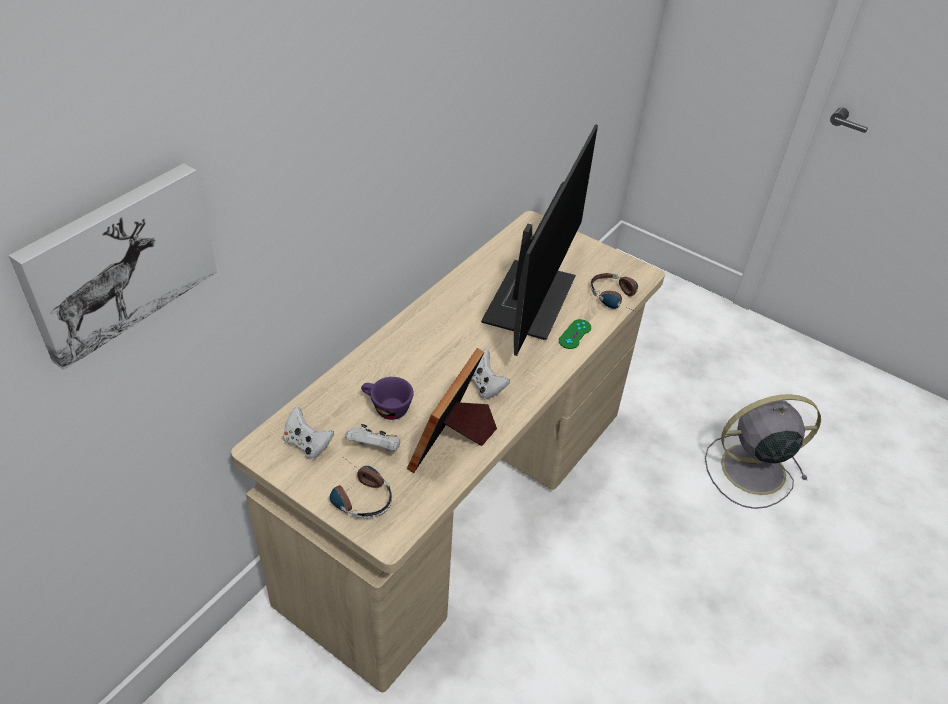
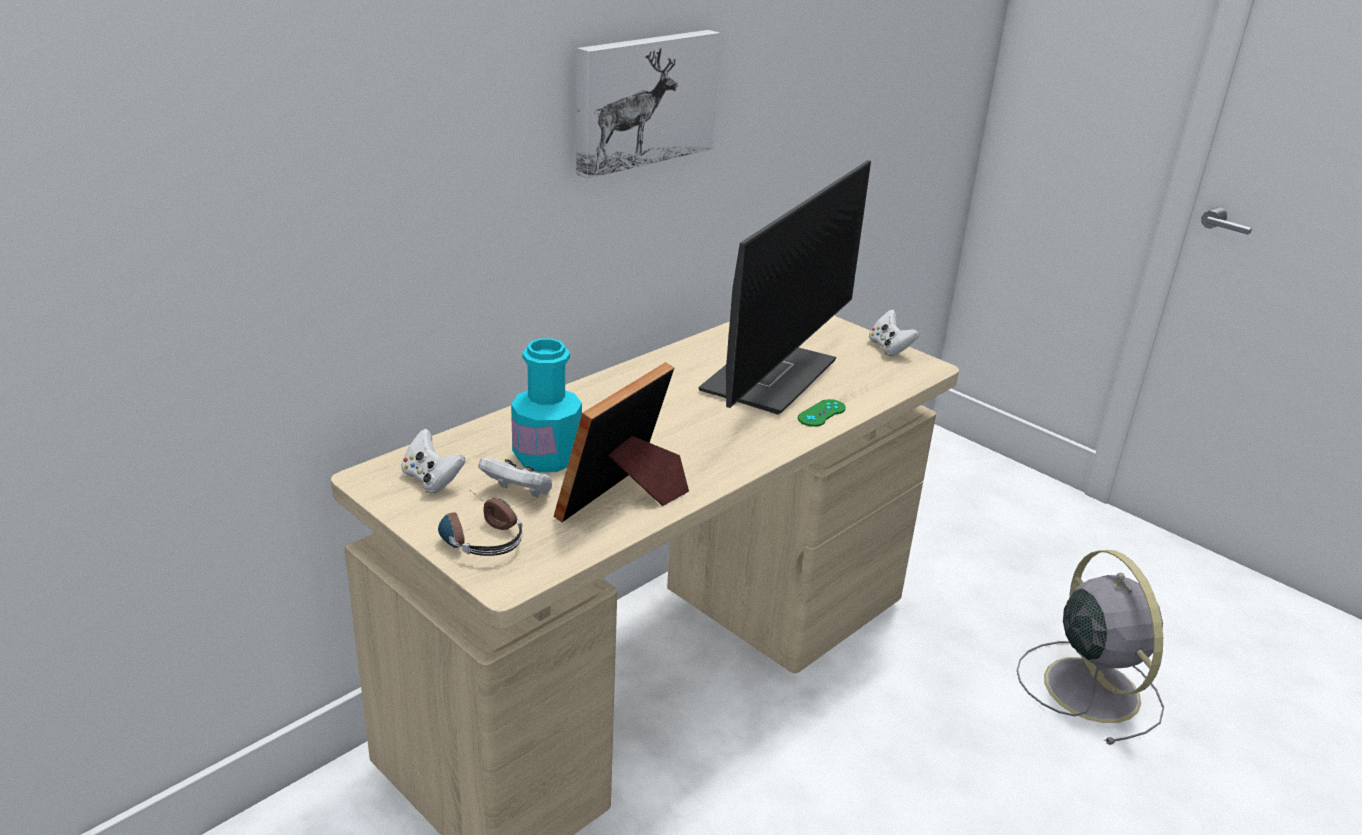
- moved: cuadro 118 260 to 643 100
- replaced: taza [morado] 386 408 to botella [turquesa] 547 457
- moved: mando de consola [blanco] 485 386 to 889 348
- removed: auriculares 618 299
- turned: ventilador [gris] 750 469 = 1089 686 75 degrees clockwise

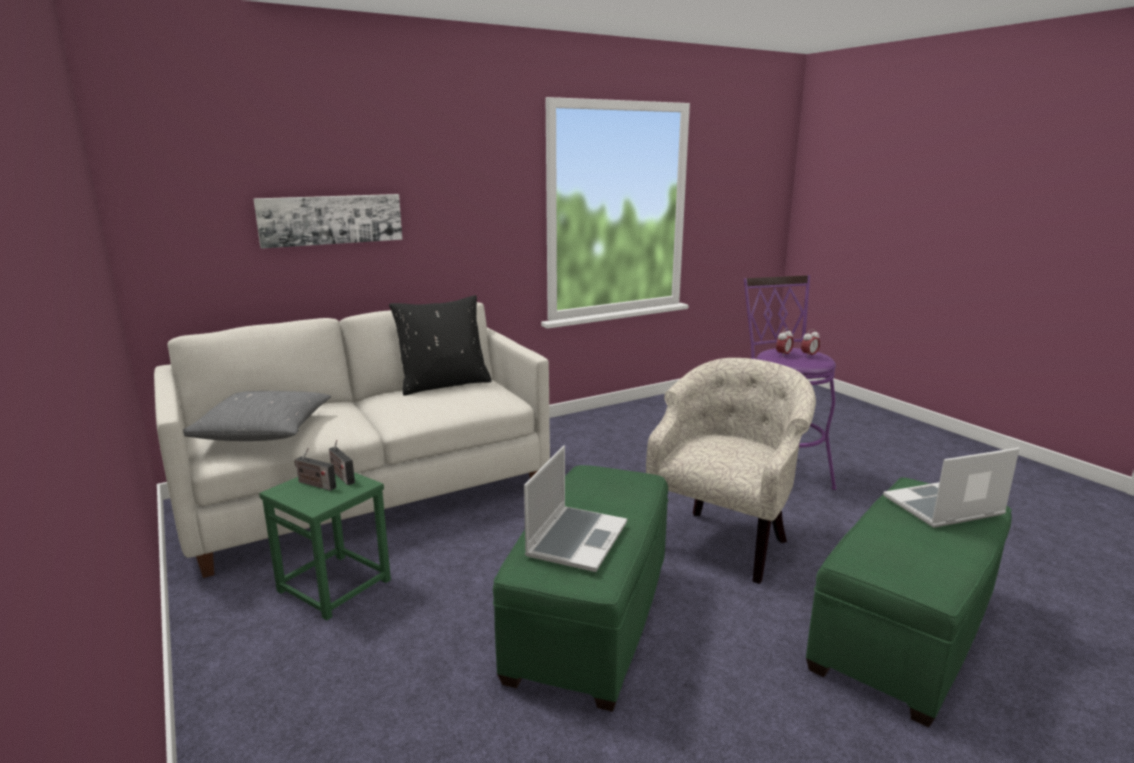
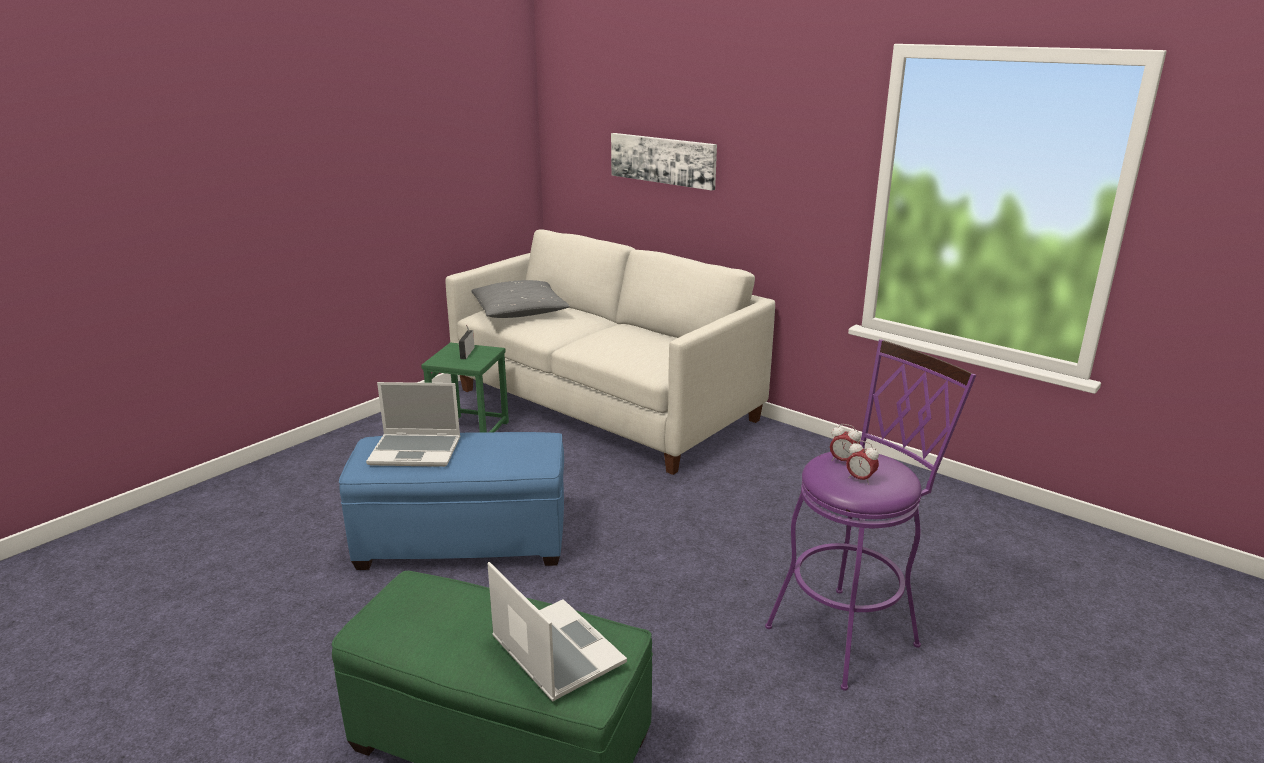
- removed: radio 341 476
- removed: cojín [negro] 443 384
- recoloured: puf [verde] 590 619 to puf [azul] 464 541
- removed: sillón [beis] 725 541

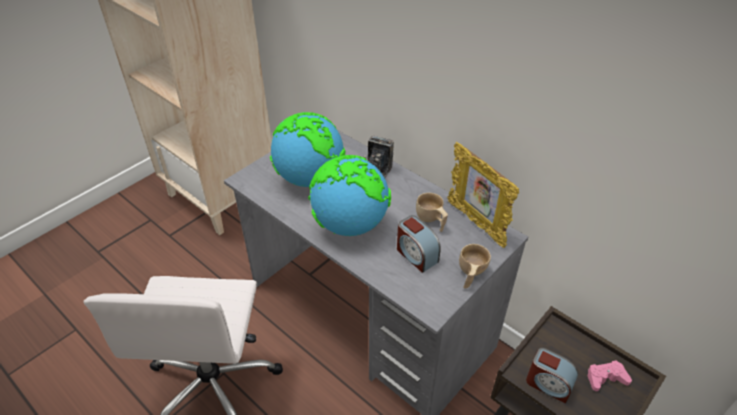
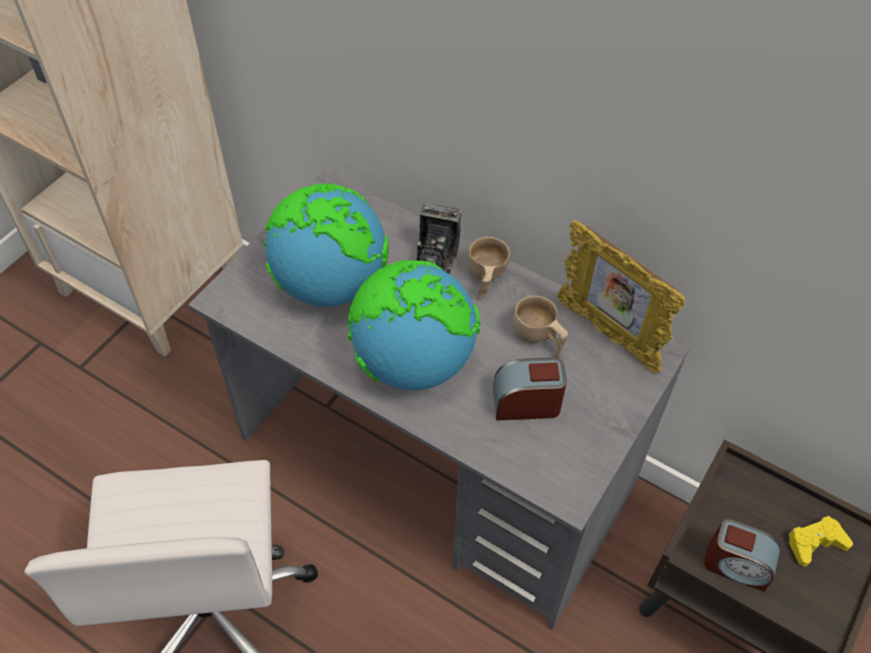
- turned: despertador 416 255 = 526 403 135 degrees clockwise
- moved: taza [beis] 470 274 to 485 279
- recoloured: mando de consola [rosa] 605 378 to mando de consola [amarillo] 815 543

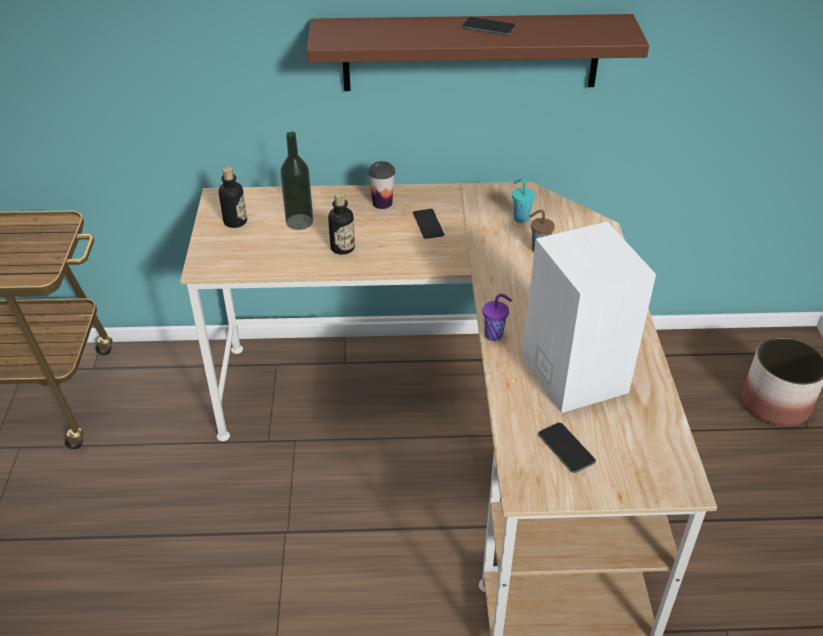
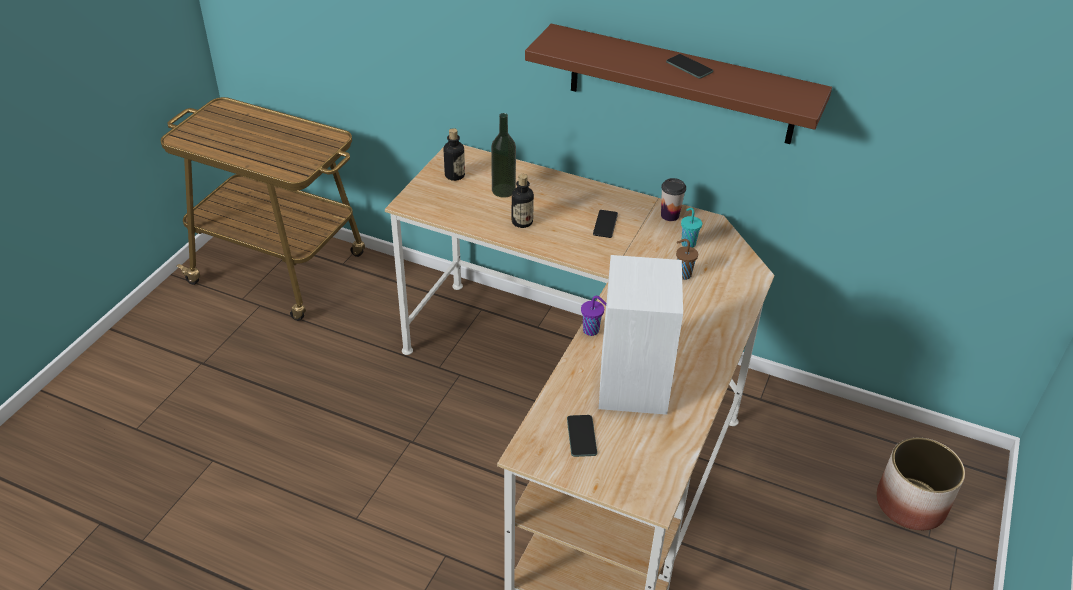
- moved: taza 382 203 to 670 215

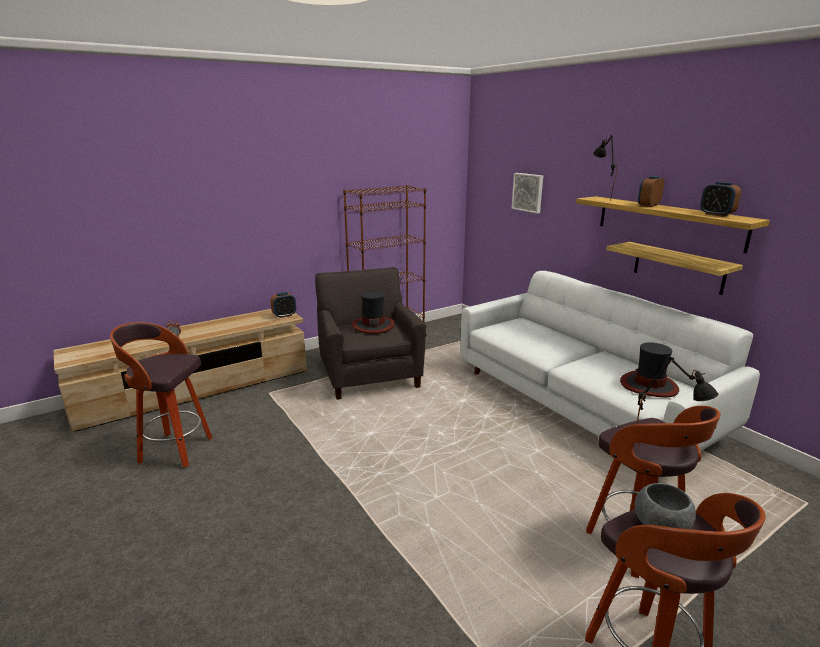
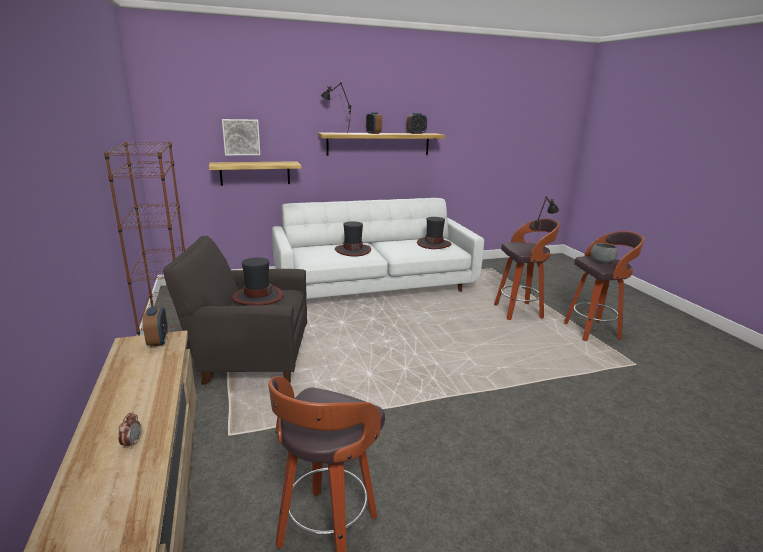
- moved: estante 678 267 to 255 173
- added: sombrero 352 250

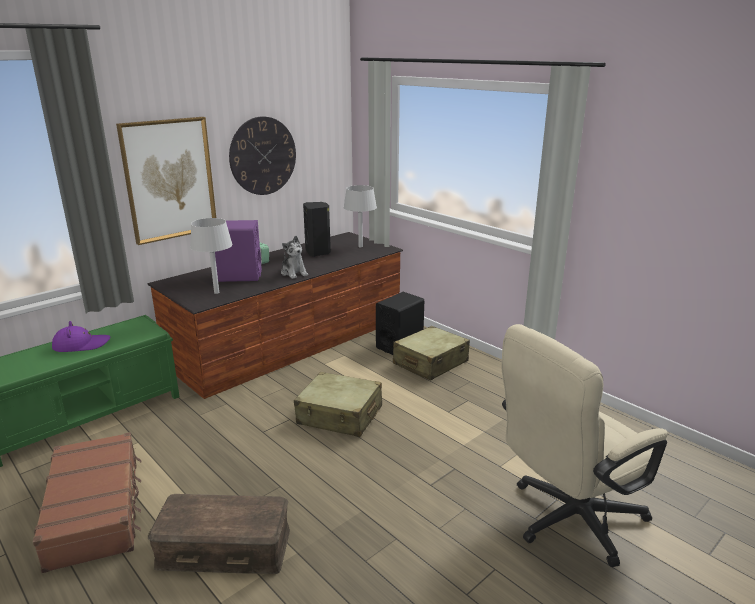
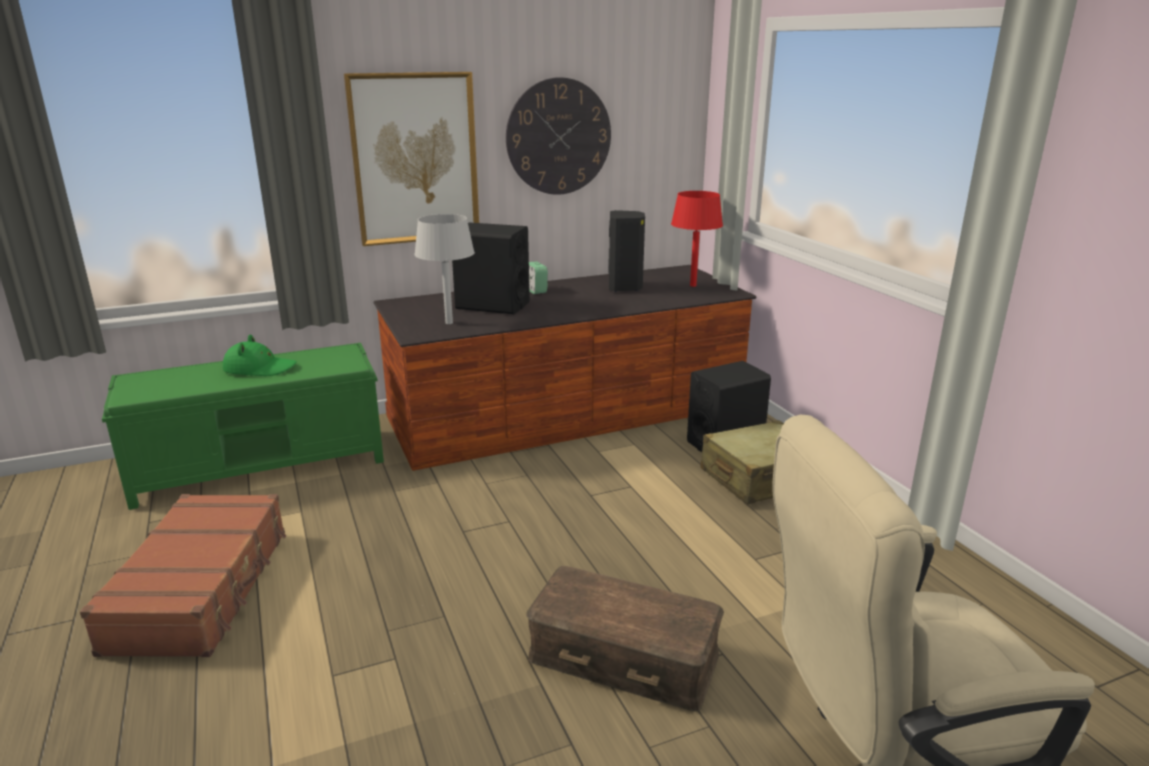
- recoloured: sombrero [morado] 81 344 to sombrero [verde] 259 368
- moved: caja de almacenaje [marrón] 225 547 to 624 655
- recoloured: altavoz [morado] 237 276 to altavoz [negro] 492 305
- removed: peluche 294 273
- removed: maleta [beis] 340 415
- recoloured: lámpara de mesa [gris] 360 246 to lámpara de mesa [rojo] 693 285

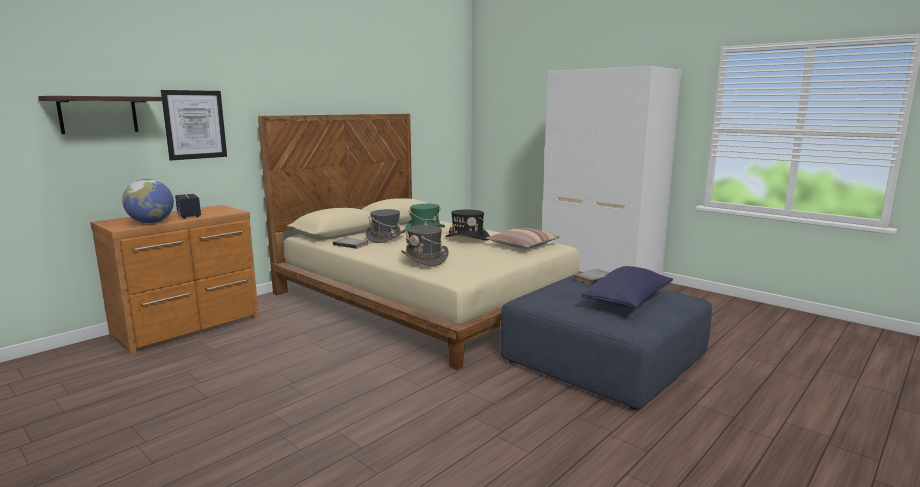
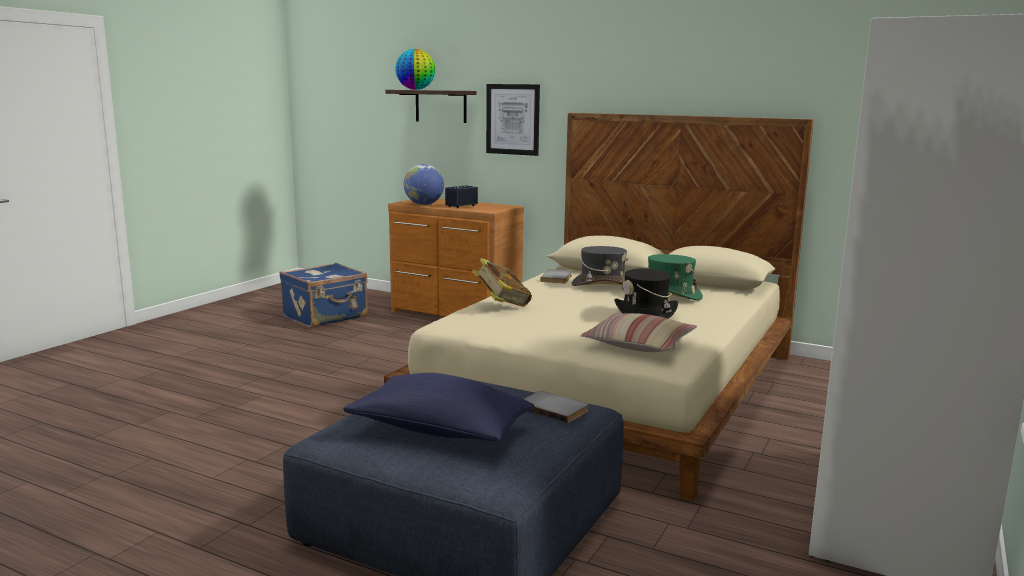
- replaced: sombrero [gris] 425 259 to libro 501 304
- added: maleta [azul] 326 317
- added: globo terráqueo 415 89

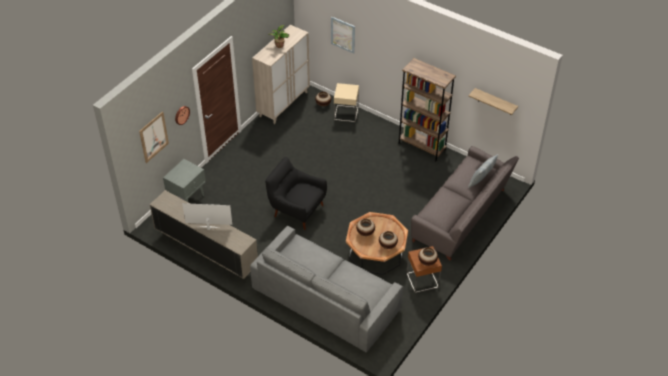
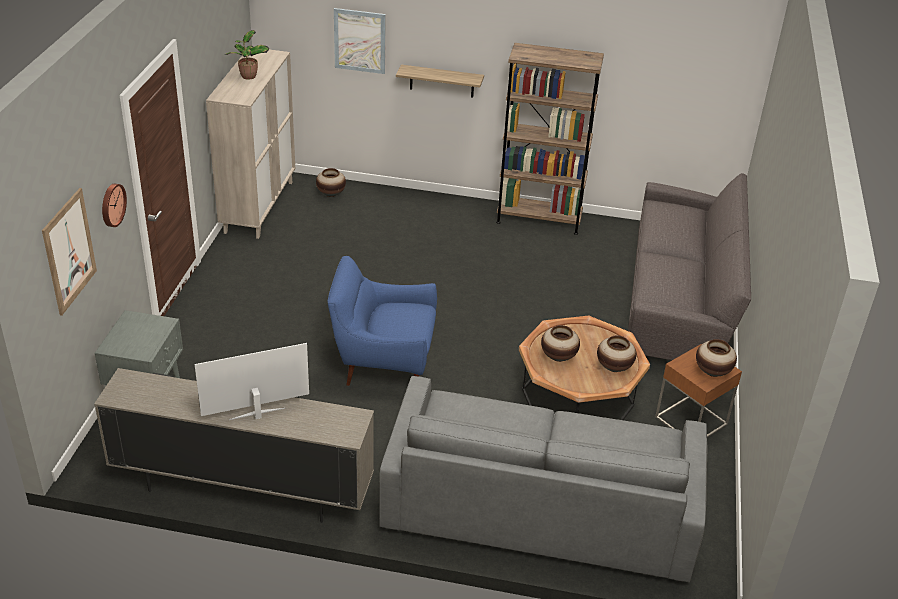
- recoloured: sillón [negro] 296 210 to sillón [azul] 383 364
- removed: mesa auxiliar [beis] 346 113
- moved: estante 495 102 to 442 81
- removed: cojín 481 181

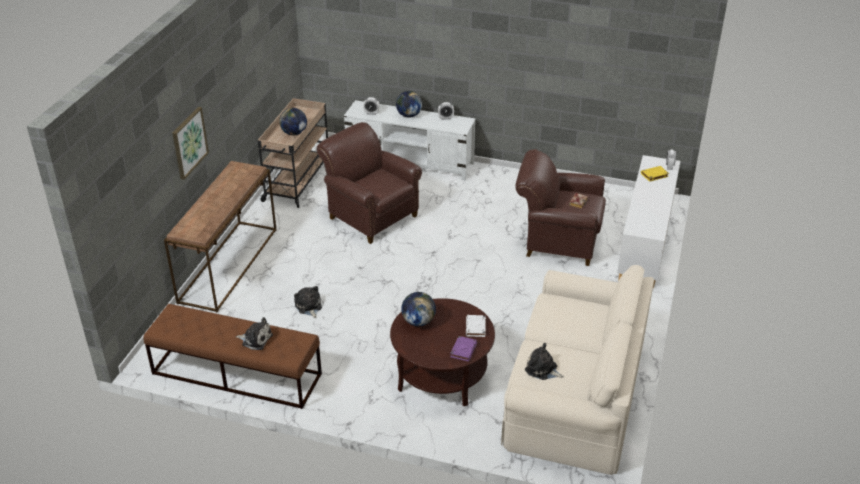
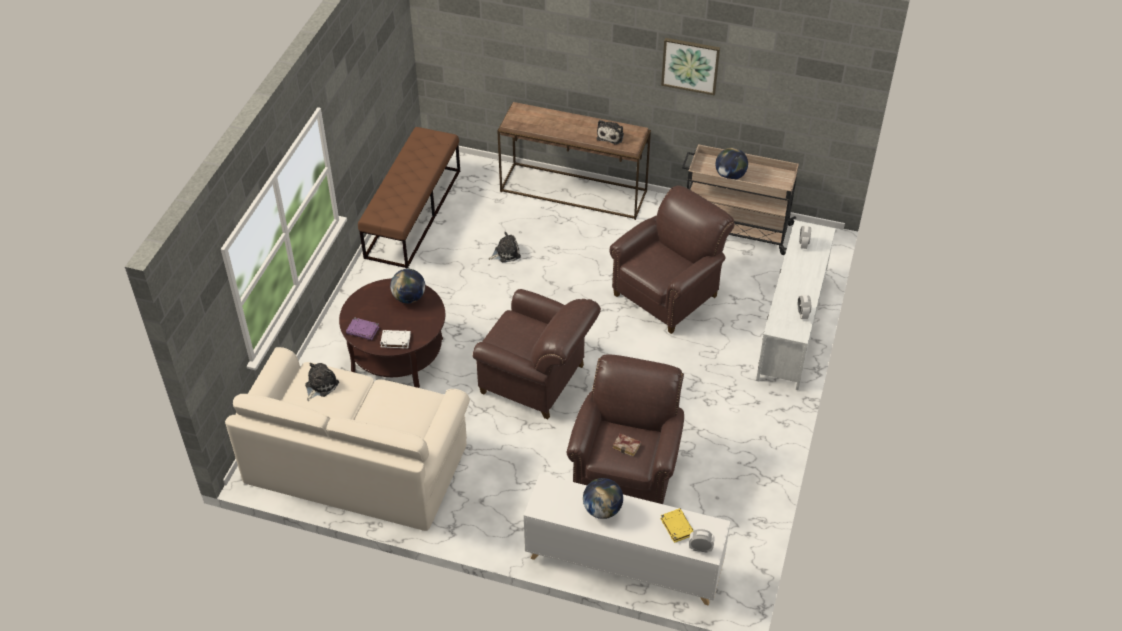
- moved: cuadro 189 142 to 690 65
- moved: peluche 255 339 to 611 136
- moved: globo terráqueo 409 115 to 602 509
- added: sillón [marrón] 537 380

